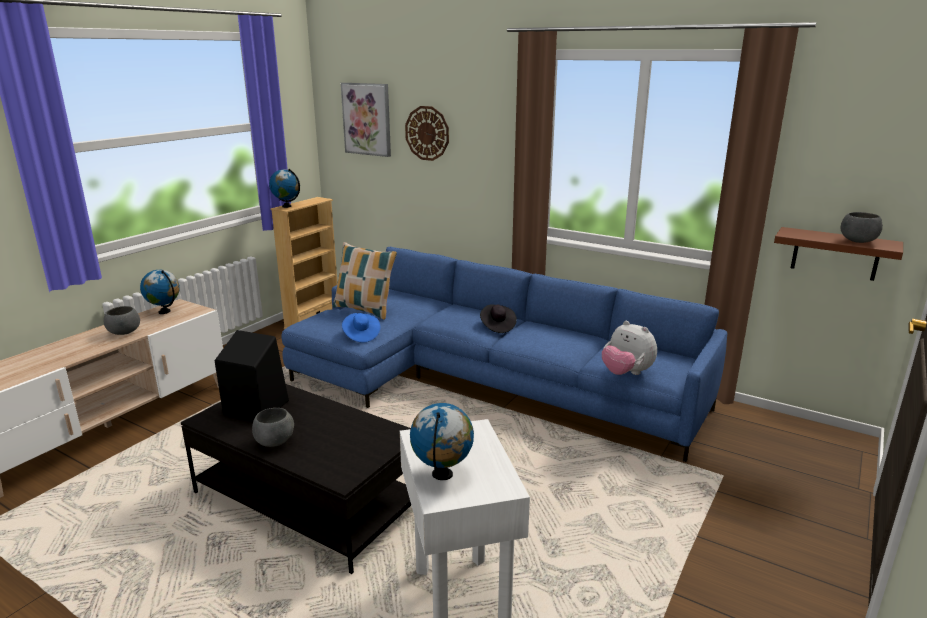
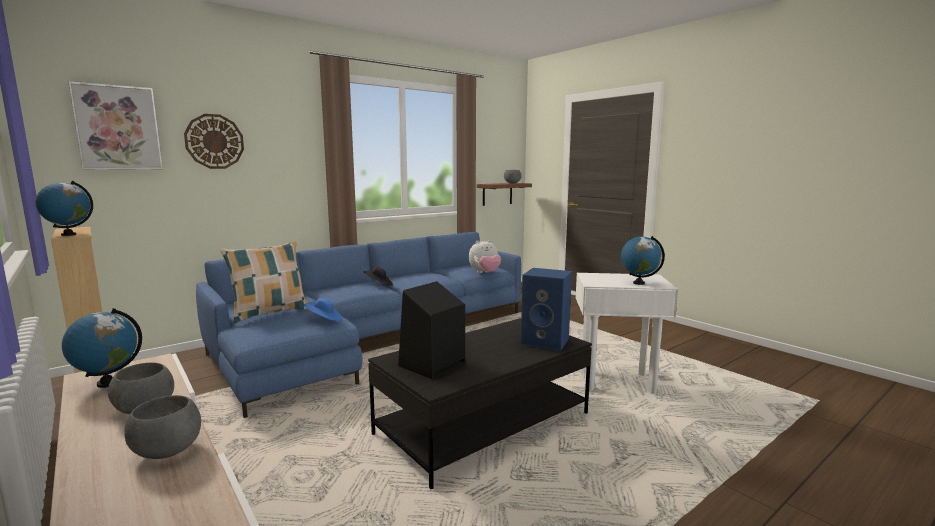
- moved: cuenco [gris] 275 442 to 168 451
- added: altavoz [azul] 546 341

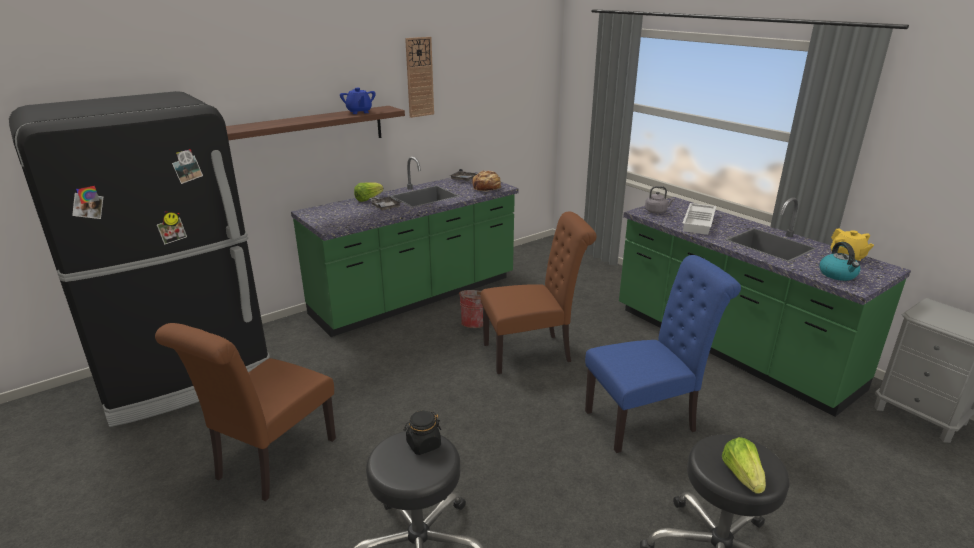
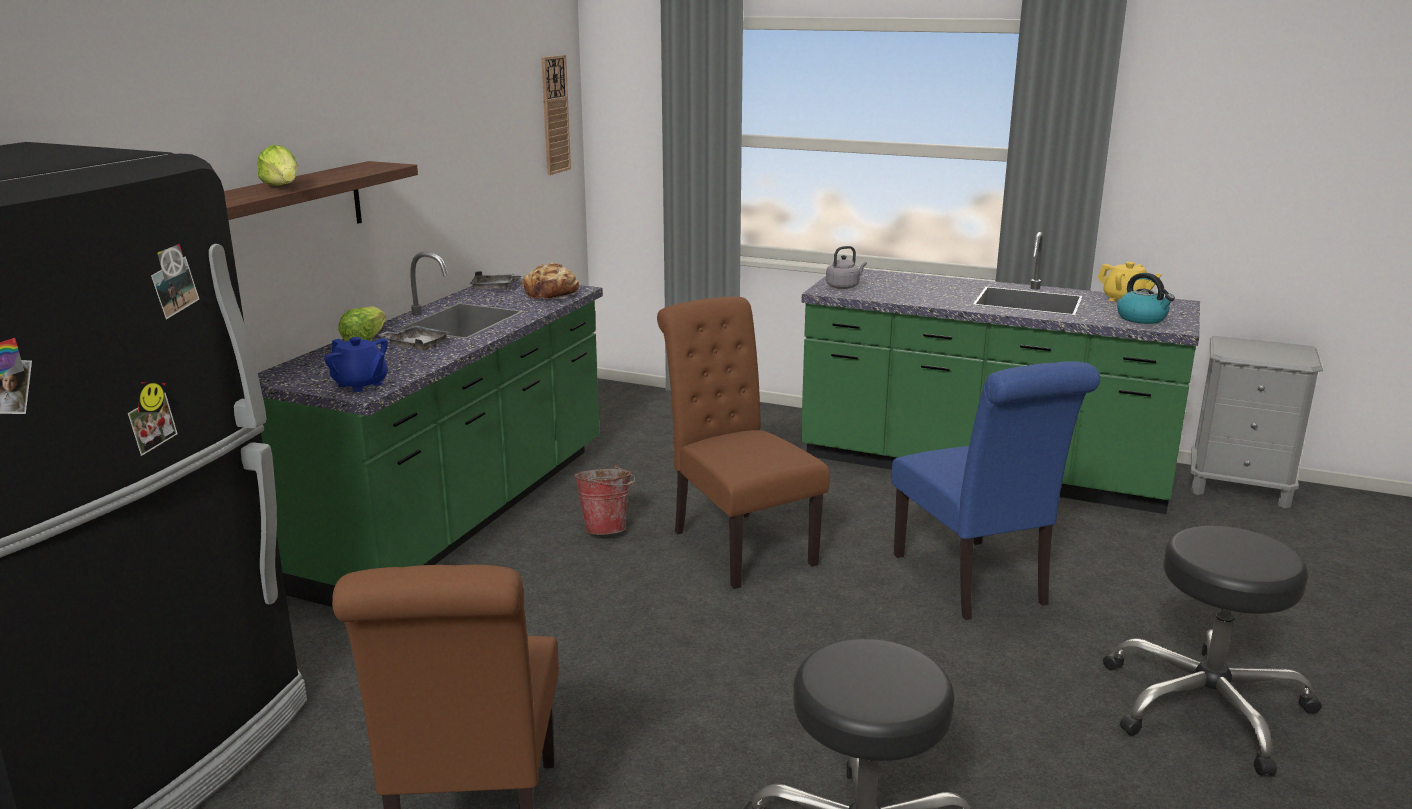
- moved: tetera [azul] 359 112 to 360 384
- removed: tarro [negro] 423 444
- moved: reloj de pared 419 77 to 555 115
- turned: silla [marrón] 532 352 = 737 544 75 degrees counterclockwise
- turned: silla [azul] 646 420 = 975 583 120 degrees clockwise
- removed: bandeja [blanco] 699 223
- moved: lechuga 742 476 to 283 187

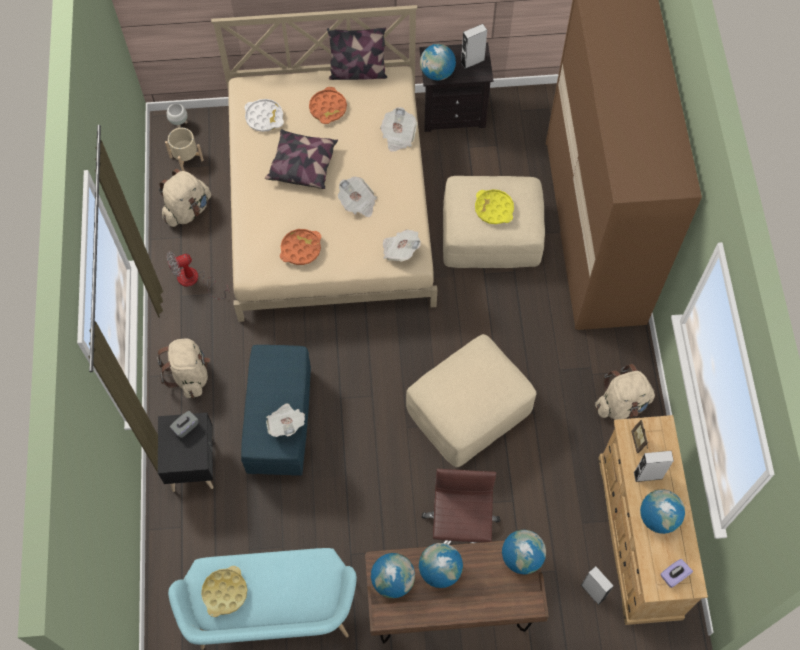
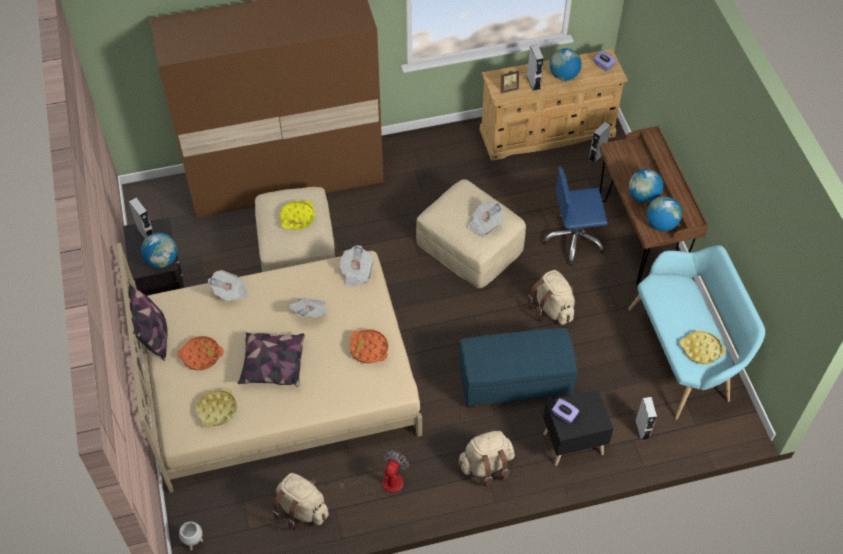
- removed: maceta [beis] 186 158
- turned: ventilador 194 280 = 384 484 120 degrees counterclockwise
- recoloured: caja de pañuelos [gris] 185 427 to caja de pañuelos [morado] 564 415
- recoloured: bandeja [blanco] 264 117 to bandeja [amarillo] 217 410
- moved: periódico 286 424 to 484 224
- recoloured: silla de oficina [marrón] 460 529 to silla de oficina [azul] 574 240
- removed: globo terráqueo 522 557
- moved: mochila [beis] 622 404 to 552 308
- added: altavoz [gris] 642 430

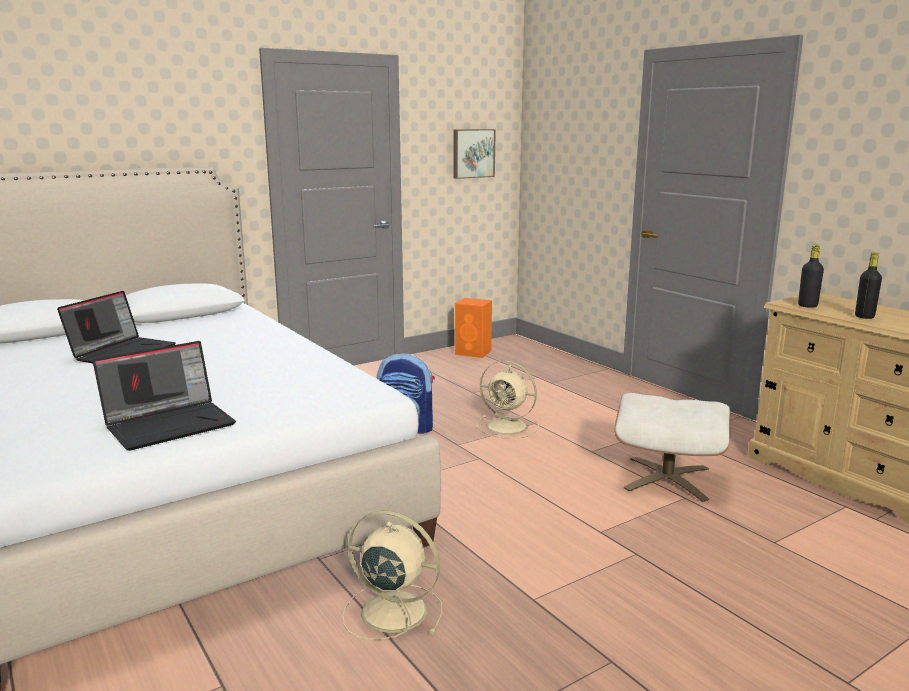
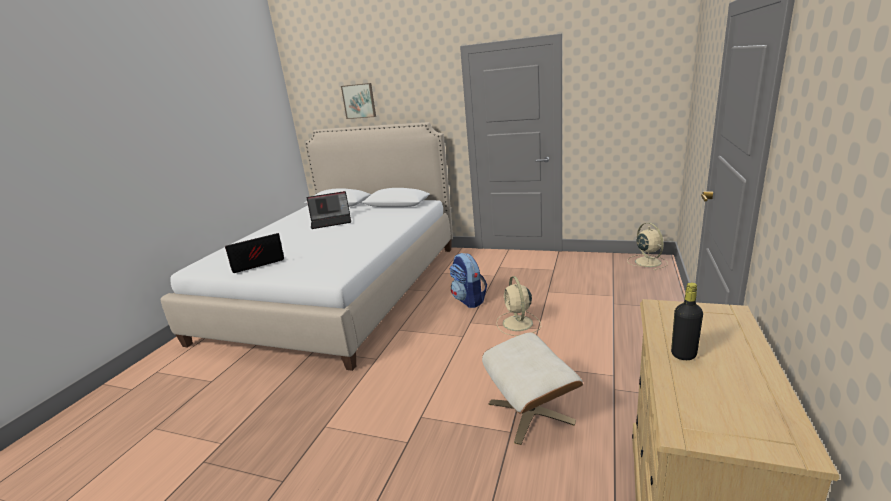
- turned: portátil 170 424 = 256 264 135 degrees clockwise
- moved: ventilador [beis] 391 611 to 647 261
- moved: cuadro 472 153 to 359 101
- removed: altavoz [naranja] 474 352
- removed: botella [negro] 807 306

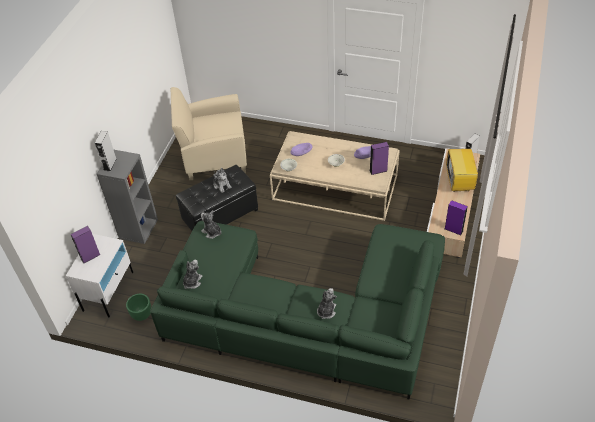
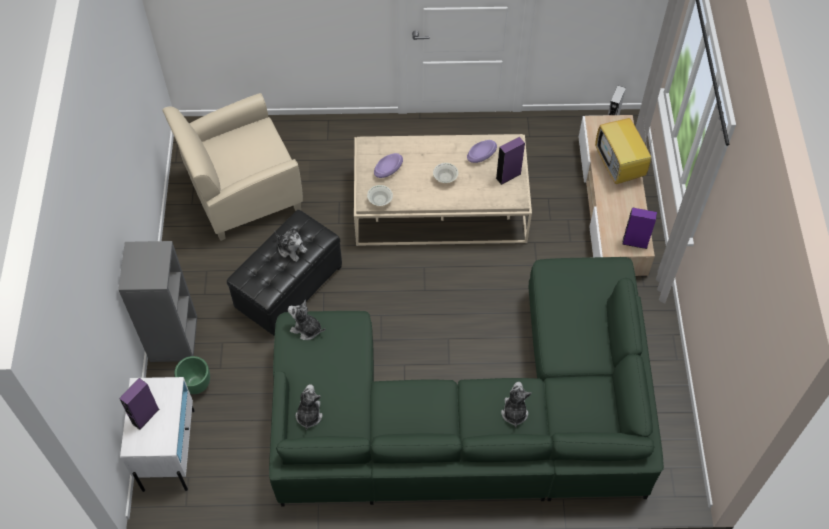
- removed: altavoz [gris] 110 164
- moved: maceta [verde] 142 315 to 196 384

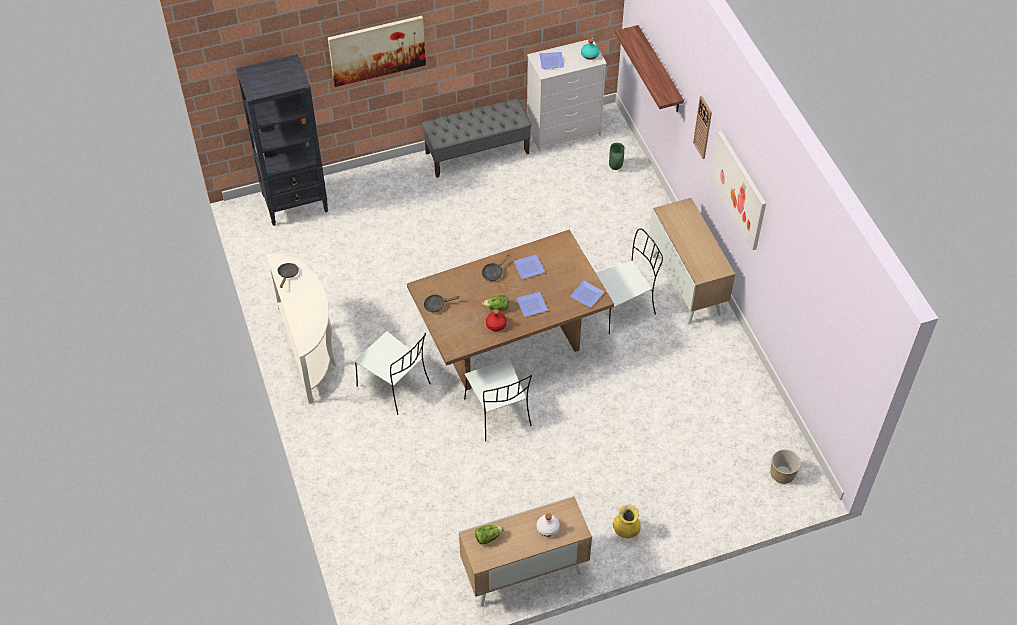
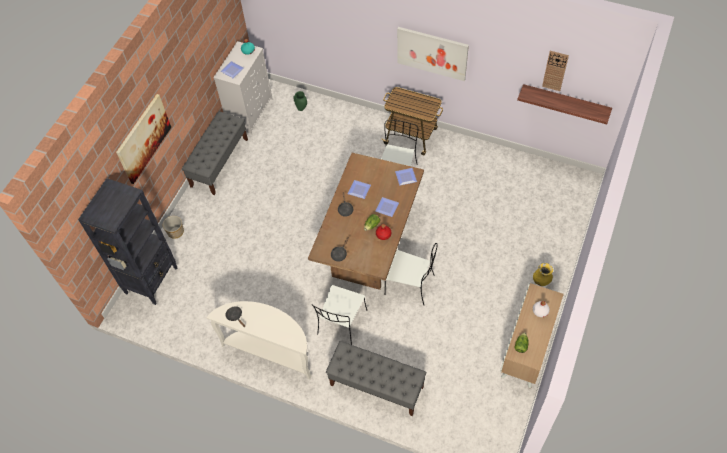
- turned: silla [blanco] 395 386 = 341 323 120 degrees clockwise
- moved: estante 659 70 to 565 102
- replaced: armario 686 284 to carrito 411 136
- moved: reloj de pared 703 127 to 555 70
- moved: maceta 782 474 to 176 232
- added: banco [gris] 376 386

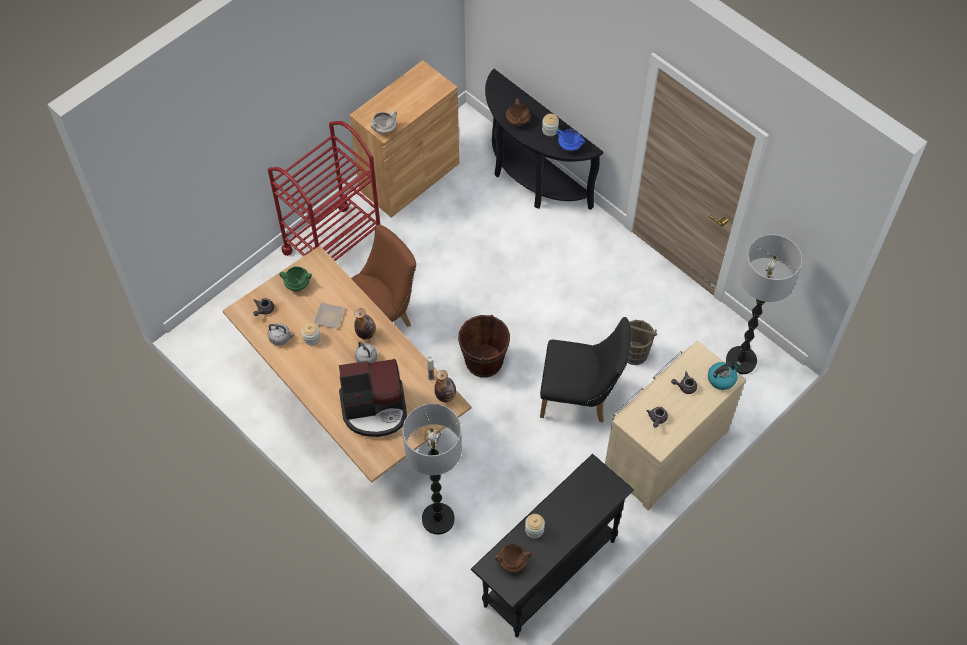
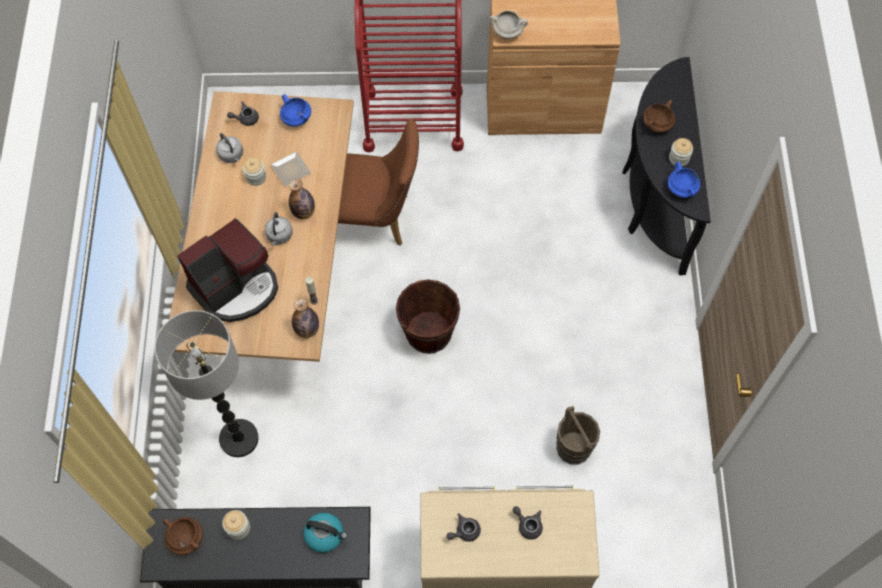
- recoloured: olla [verde] 297 284 to olla [azul] 296 119
- turned: cafetera 375 409 = 236 287 75 degrees counterclockwise
- removed: silla [negro] 580 398
- moved: hervidor 722 378 to 325 534
- removed: lámpara de pie 740 361

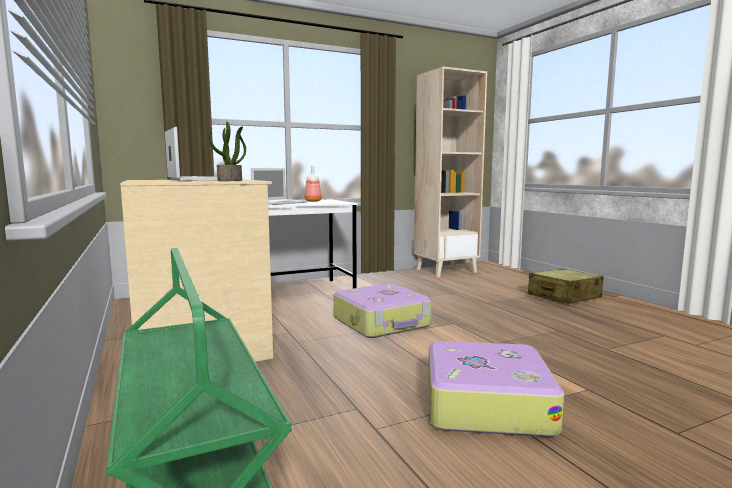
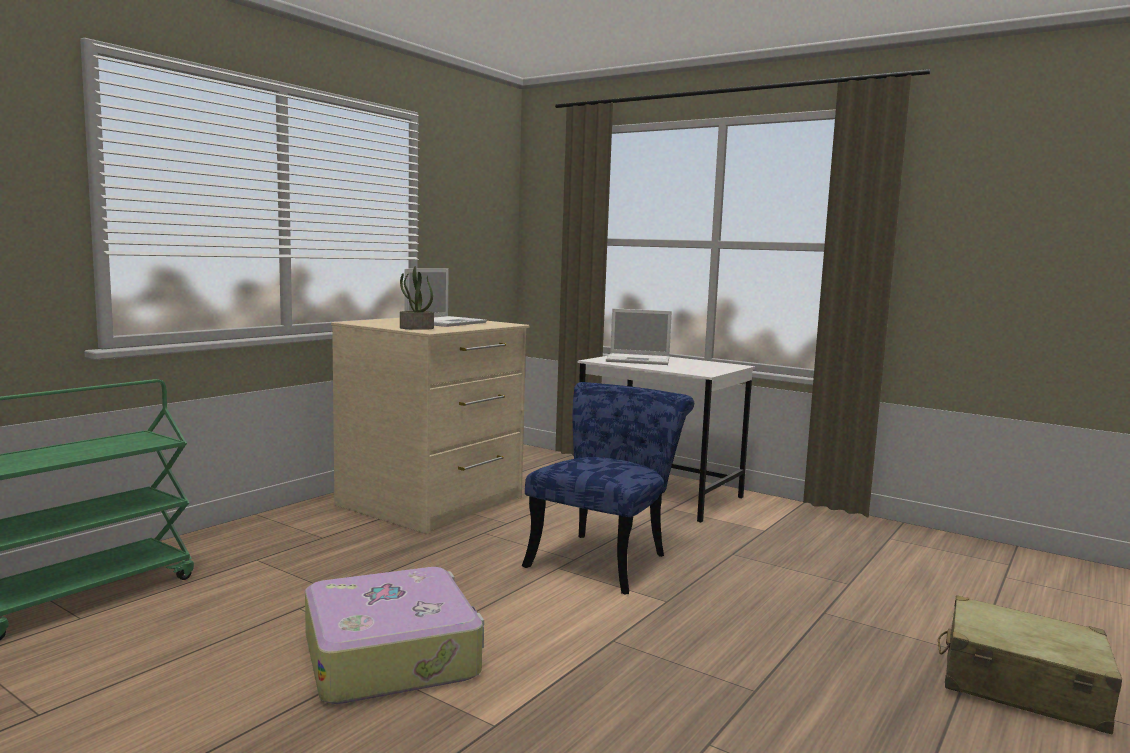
- removed: botella 313 201
- replaced: maleta 382 322 to silla [azul] 605 558
- removed: estantería [beis] 446 270

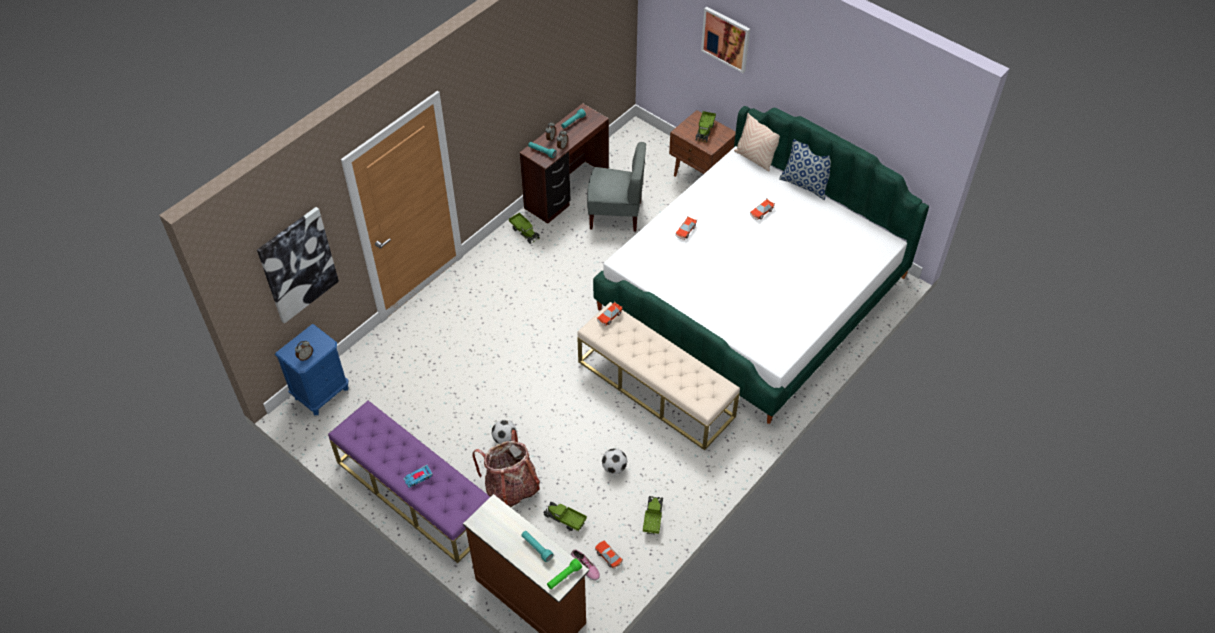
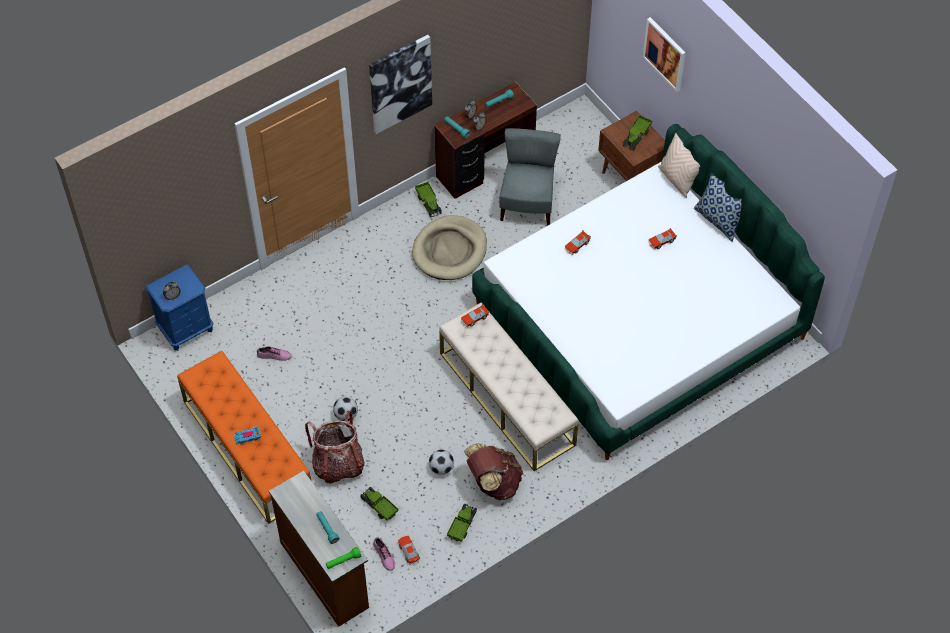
- moved: cuadro 298 265 to 400 83
- recoloured: banco [morado] 415 493 to banco [naranja] 247 448
- turned: silla [gris] 616 214 = 527 204 105 degrees counterclockwise
- added: zapato 274 356
- added: cama para perro [beis] 450 250
- added: mochila [marrón] 493 482

